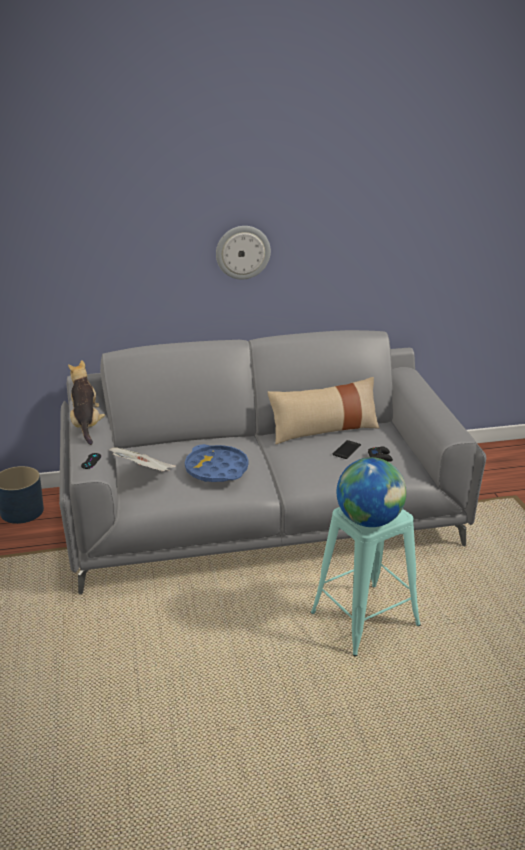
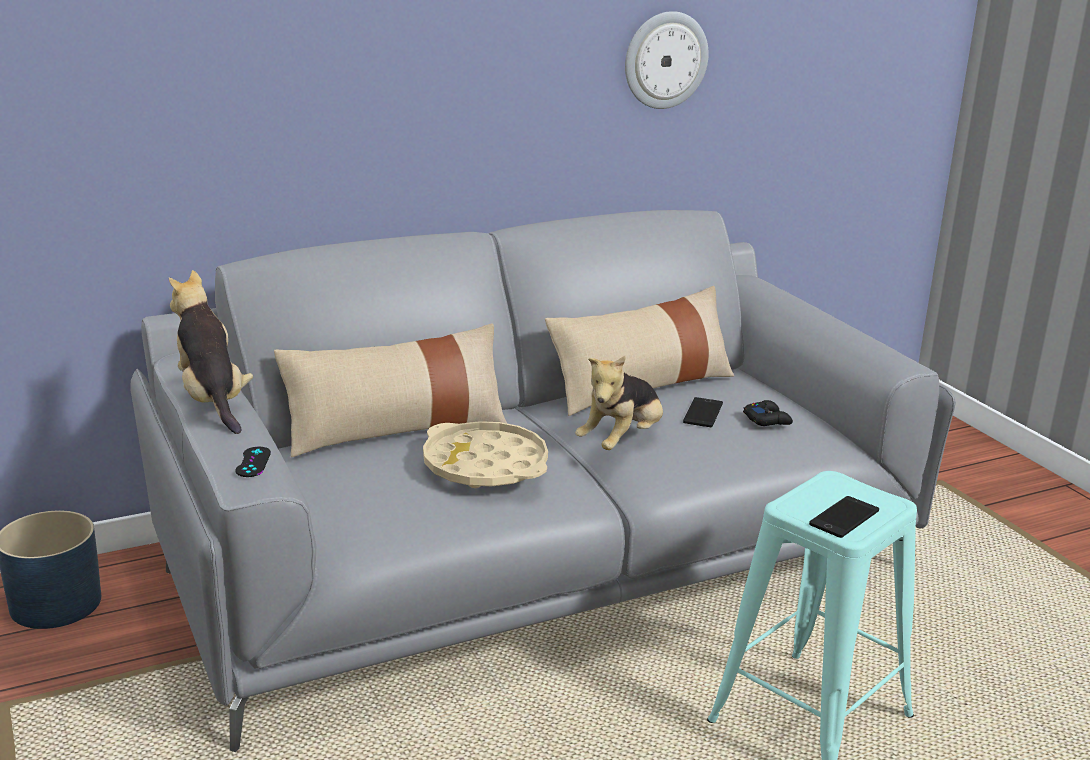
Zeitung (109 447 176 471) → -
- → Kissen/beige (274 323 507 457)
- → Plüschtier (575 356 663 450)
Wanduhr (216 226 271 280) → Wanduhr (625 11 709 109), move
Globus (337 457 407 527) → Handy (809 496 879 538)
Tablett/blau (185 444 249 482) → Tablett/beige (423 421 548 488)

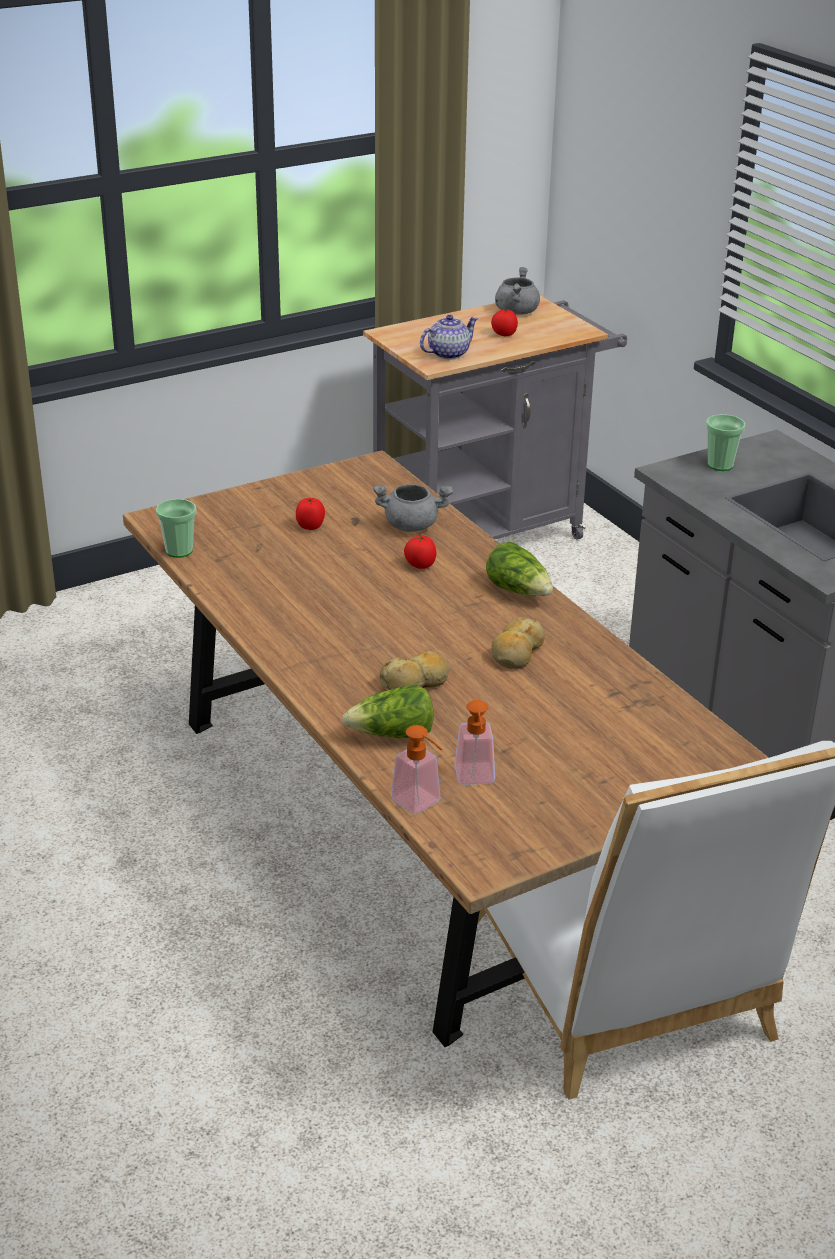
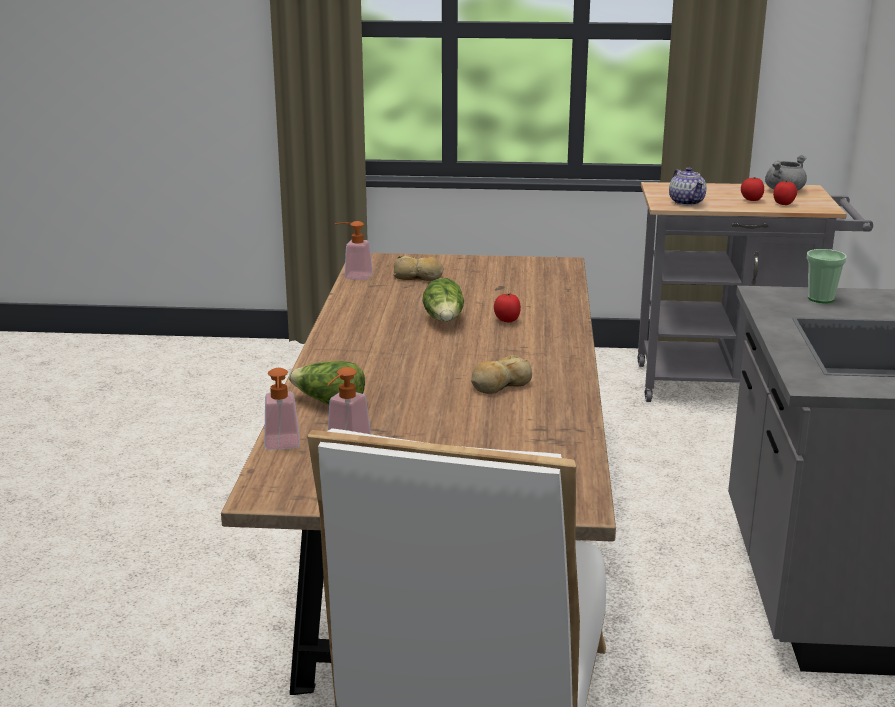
Kochtopf/grau (373 484 453 532) → -
Tomate (296 498 325 530) → Tomate (773 181 797 205), move
Brot (380 651 450 691) → Brot (393 256 444 281), move
Salatkopf (486 542 553 596) → Salatkopf (423 278 464 322), move
Tasse (156 499 197 558) → Seifenspender (334 221 373 280)
Teekanne (420 315 478 359) → Teekanne (669 167 706 206), 75 degrees clockwise

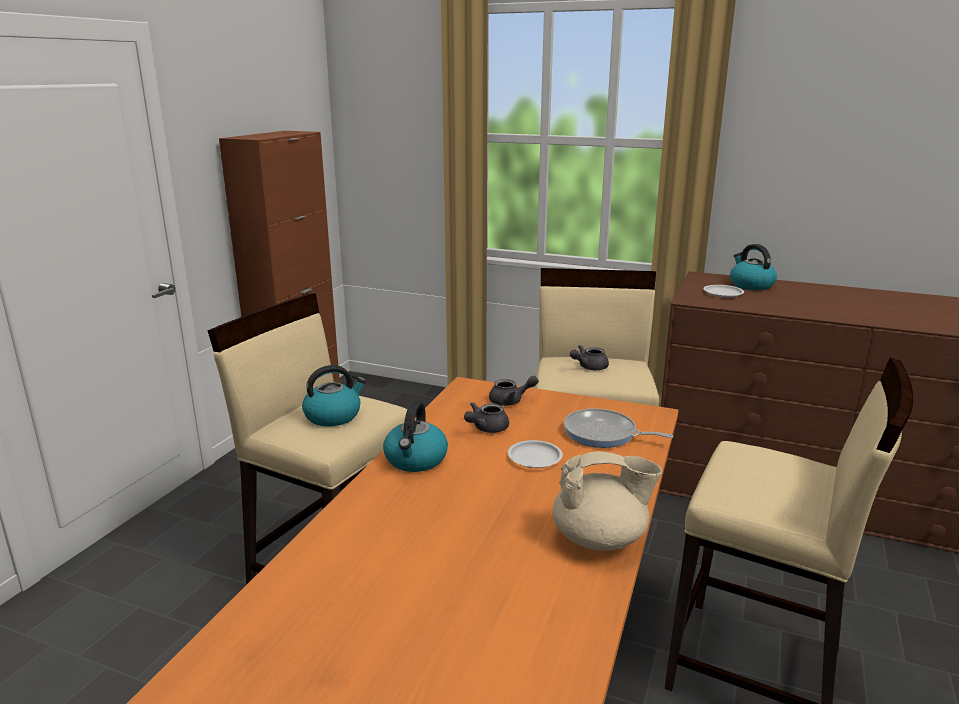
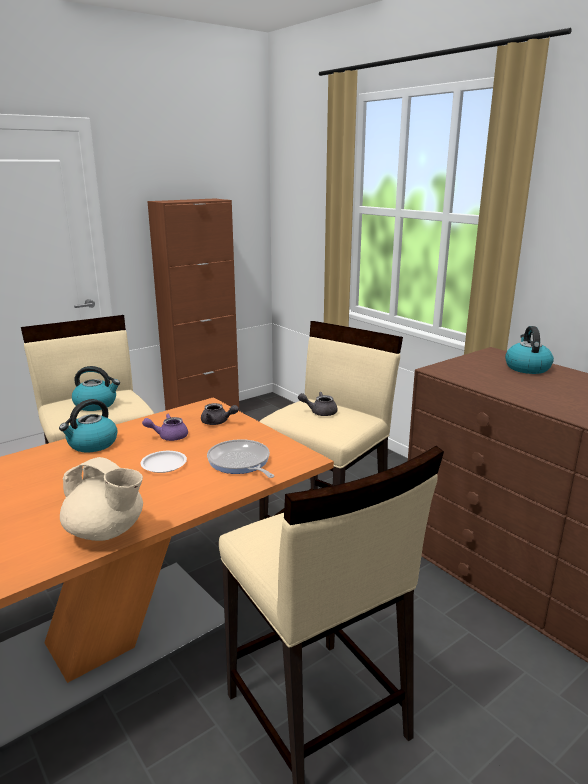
Teller/weiß (703 285 744 298) → -
Teekanne/grau (464 402 509 433) → Teekanne/lila (142 414 188 441)

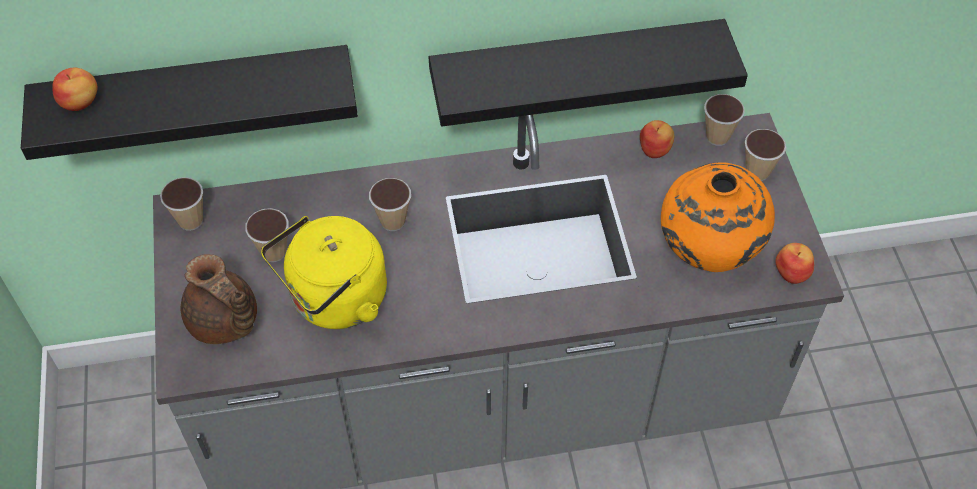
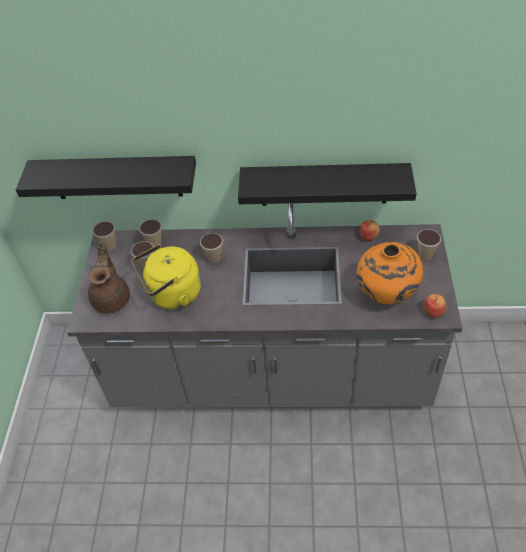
Apfel (52 68 97 111) → -
Tasse (704 94 745 146) → Tasse (139 219 162 247), move
Teekanne/braun (181 254 257 344) → Teekanne/braun (88 242 130 314), 150 degrees counterclockwise

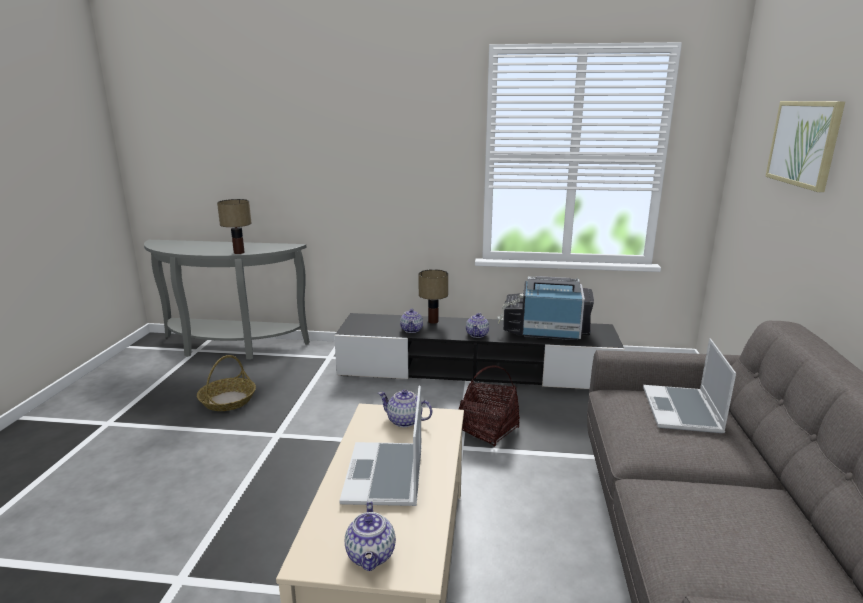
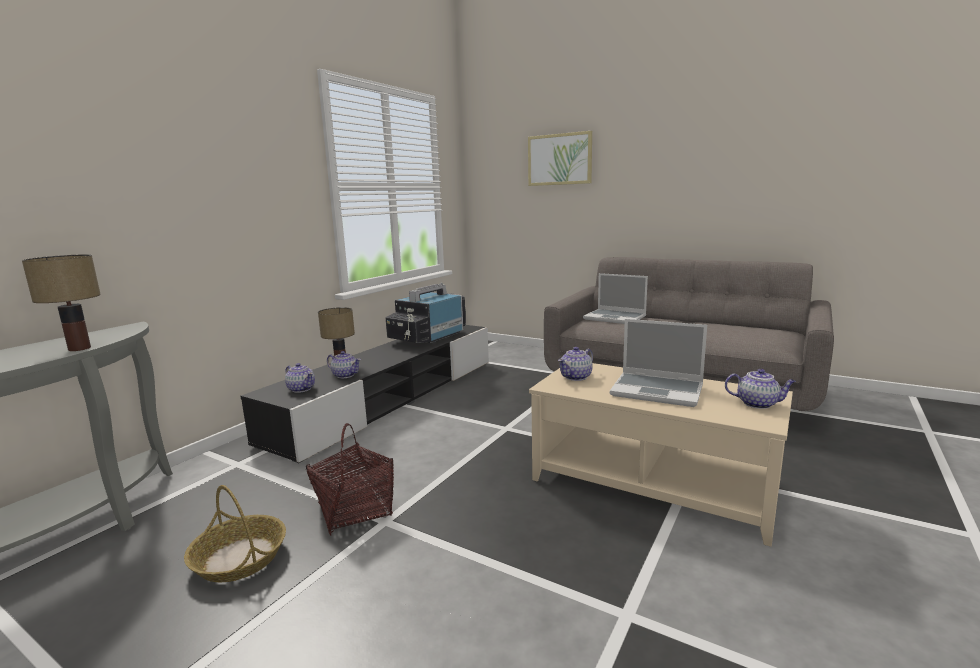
Korb (459 365 520 447) → Korb (306 423 394 535), move
Teekanne (466 313 489 338) → Teekanne (285 363 315 393), move

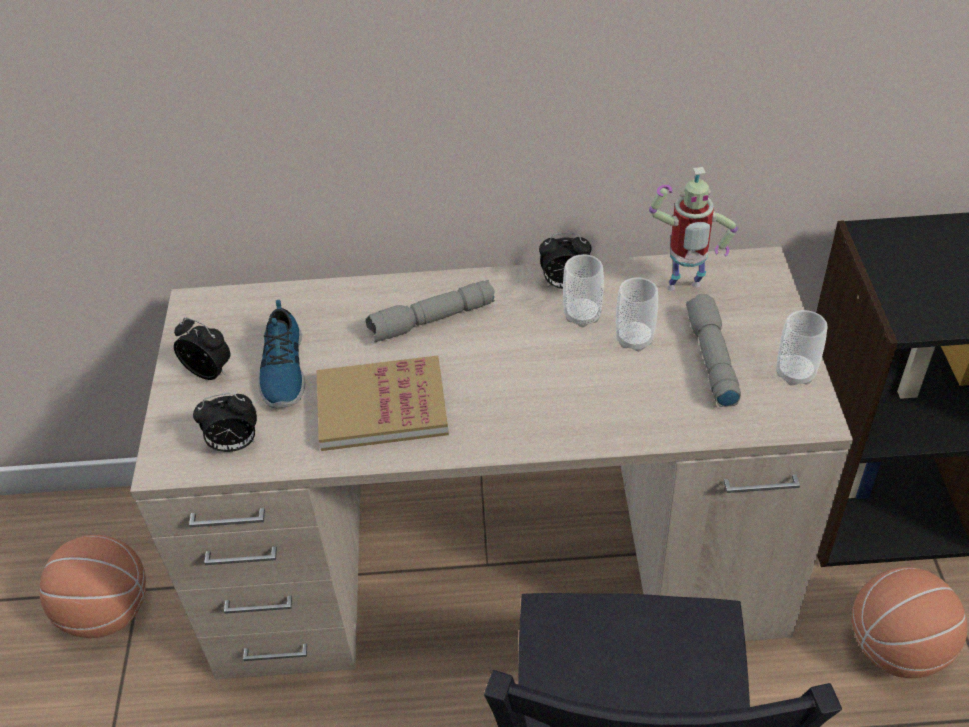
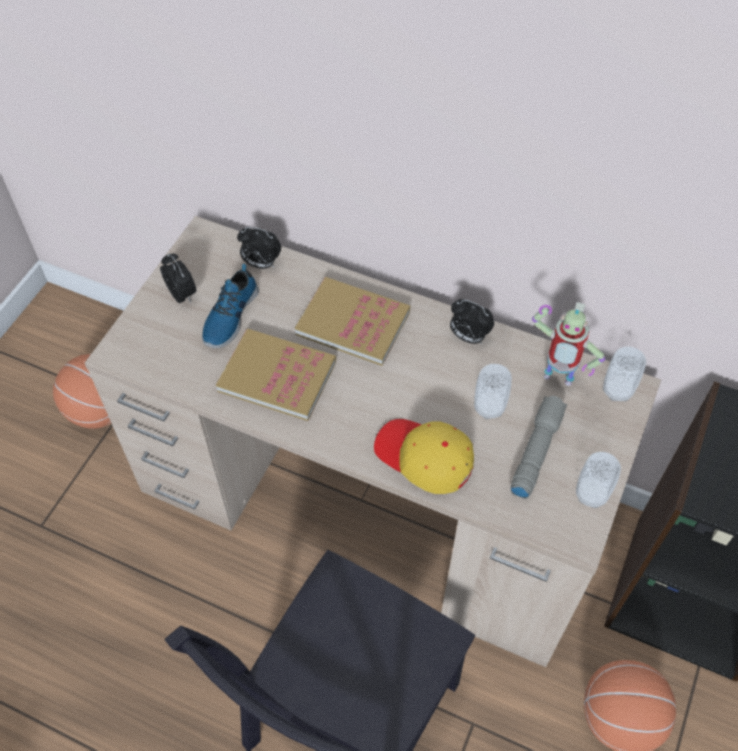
- → Kappe/gelb (374 419 474 494)
Wecker (193 393 257 452) → Wecker (237 227 281 269), move
Tasse (563 254 604 327) → Tasse (603 346 646 401), move
Taschenlampe/grau (365 280 495 342) → Buch (295 277 410 366)

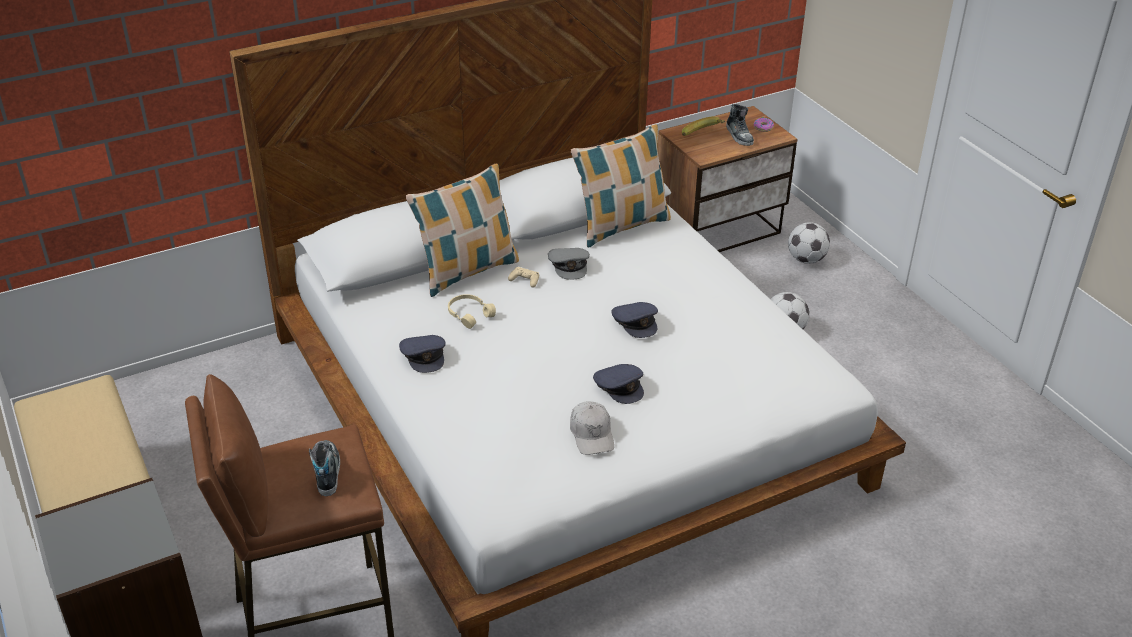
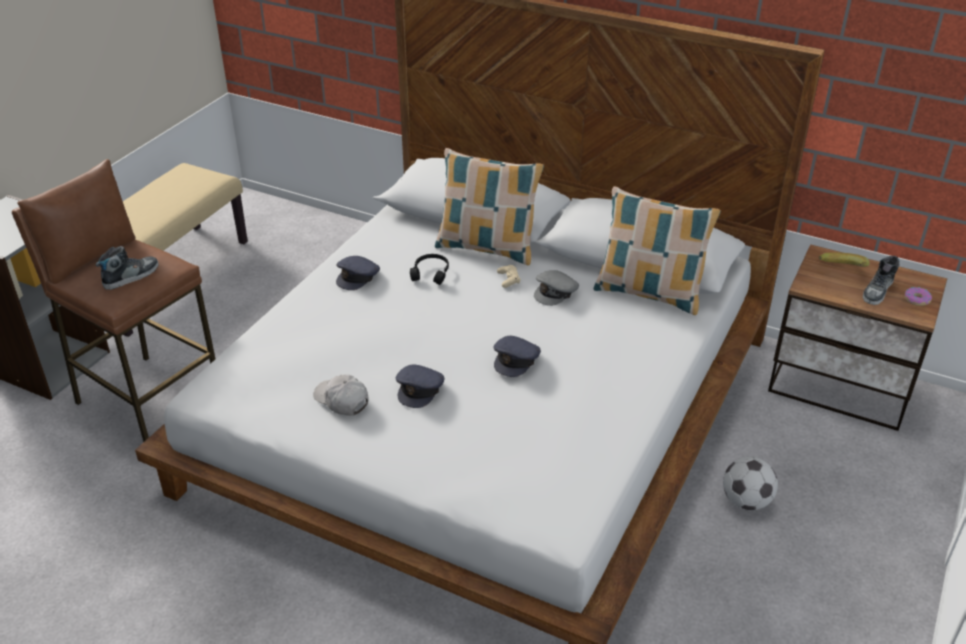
Fußball (788 222 830 264) → -
Kopfhörer/beige (448 294 496 329) → Kopfhörer/schwarz (410 254 449 285)
Kappe/weiß (570 401 614 455) → Kappe/weiß (313 375 369 416), 90 degrees clockwise

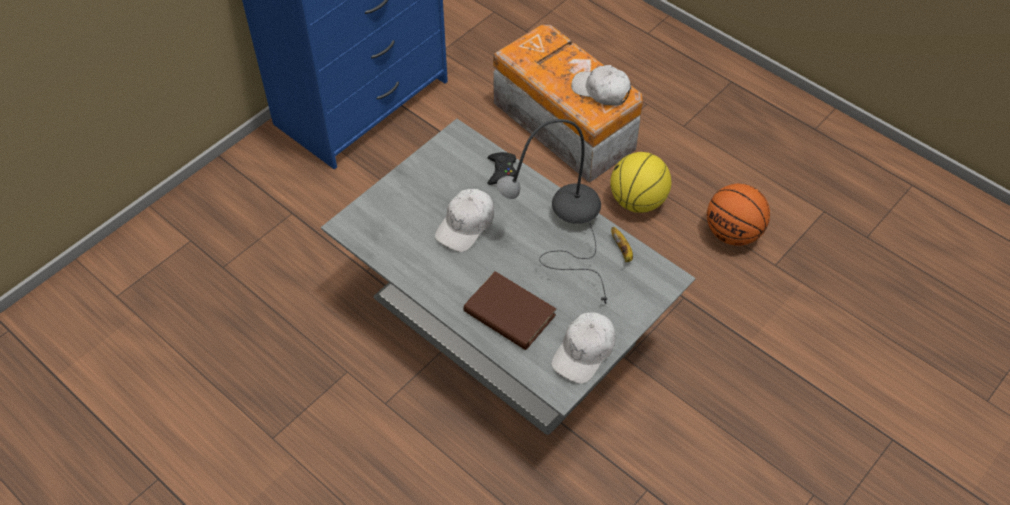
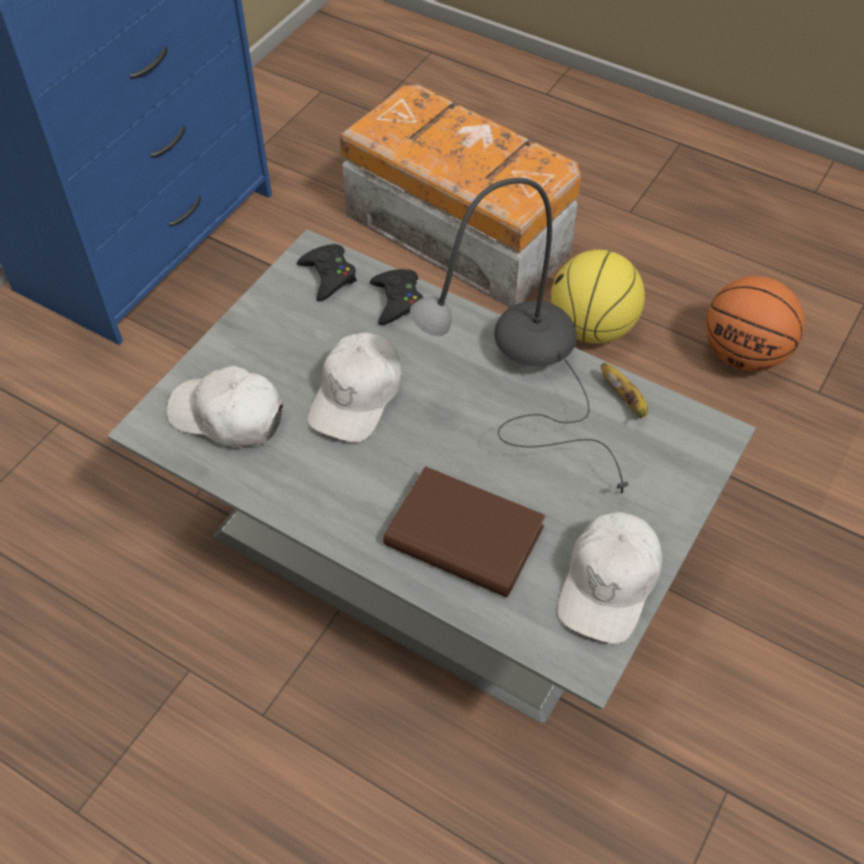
- → Gamepad/schwarz (297 244 357 302)
Kappe/weiß (571 65 631 106) → Kappe/weiß (167 366 283 447), move

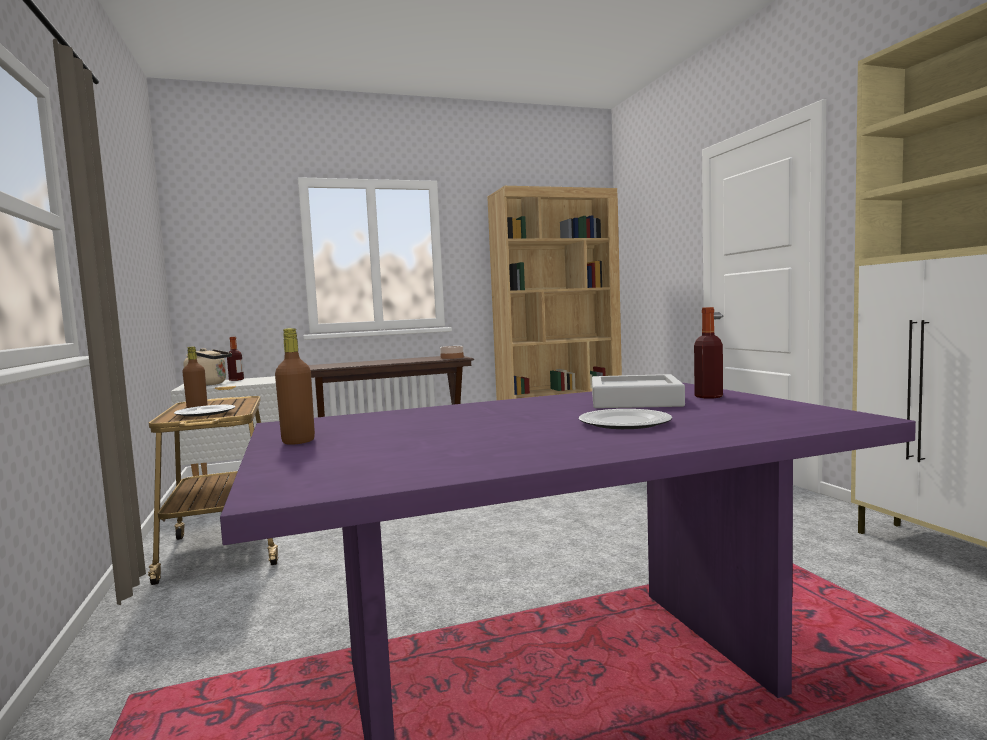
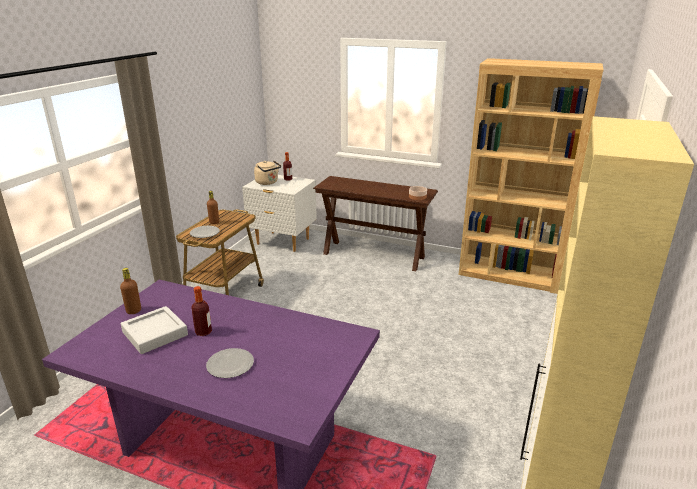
Tablett/grau (592 374 685 408) → Tablett/grau (121 306 188 354), move
Flasche (694 307 723 398) → Flasche (191 286 212 336), move

